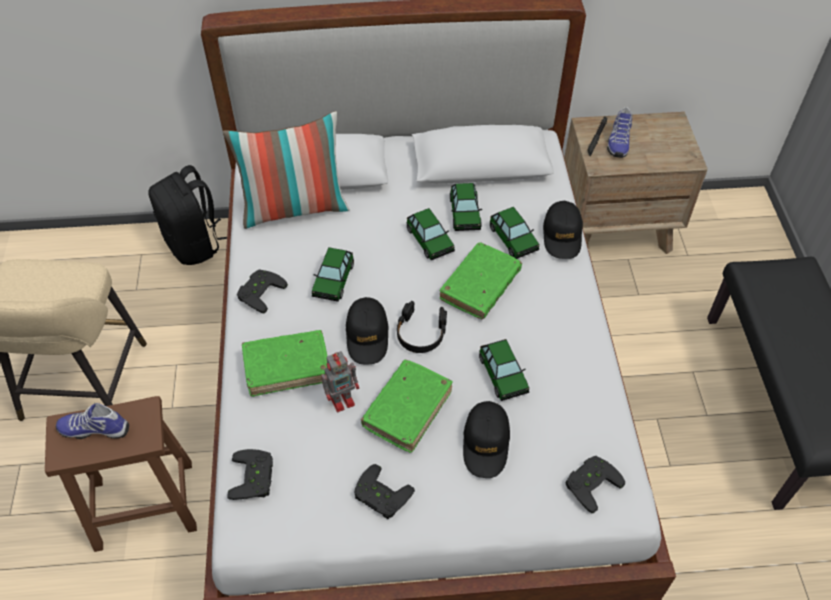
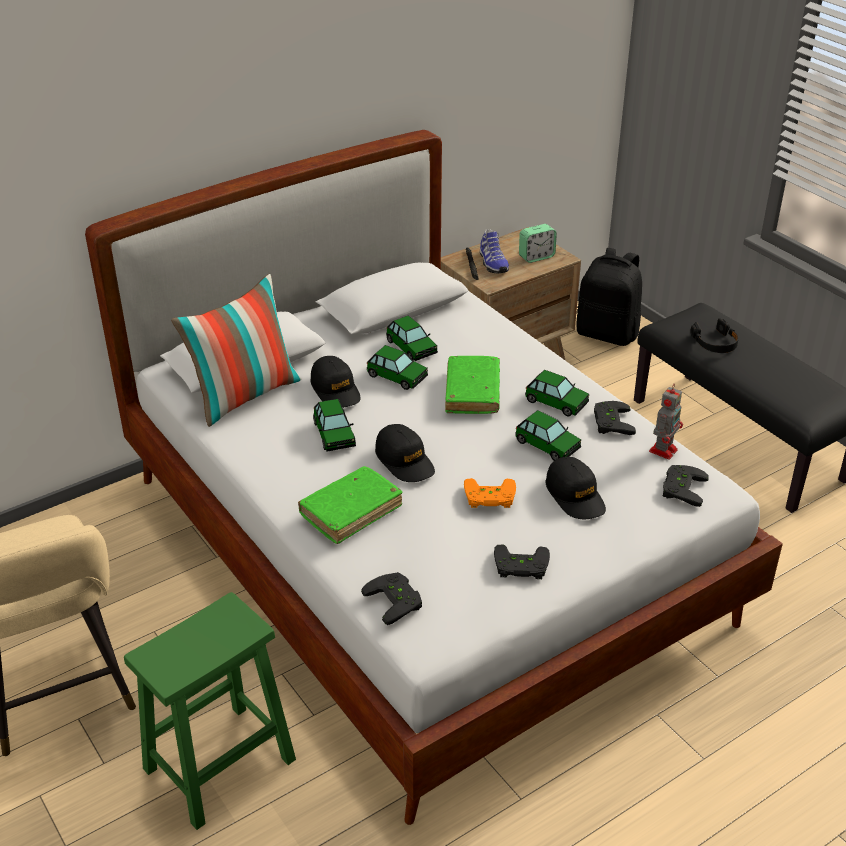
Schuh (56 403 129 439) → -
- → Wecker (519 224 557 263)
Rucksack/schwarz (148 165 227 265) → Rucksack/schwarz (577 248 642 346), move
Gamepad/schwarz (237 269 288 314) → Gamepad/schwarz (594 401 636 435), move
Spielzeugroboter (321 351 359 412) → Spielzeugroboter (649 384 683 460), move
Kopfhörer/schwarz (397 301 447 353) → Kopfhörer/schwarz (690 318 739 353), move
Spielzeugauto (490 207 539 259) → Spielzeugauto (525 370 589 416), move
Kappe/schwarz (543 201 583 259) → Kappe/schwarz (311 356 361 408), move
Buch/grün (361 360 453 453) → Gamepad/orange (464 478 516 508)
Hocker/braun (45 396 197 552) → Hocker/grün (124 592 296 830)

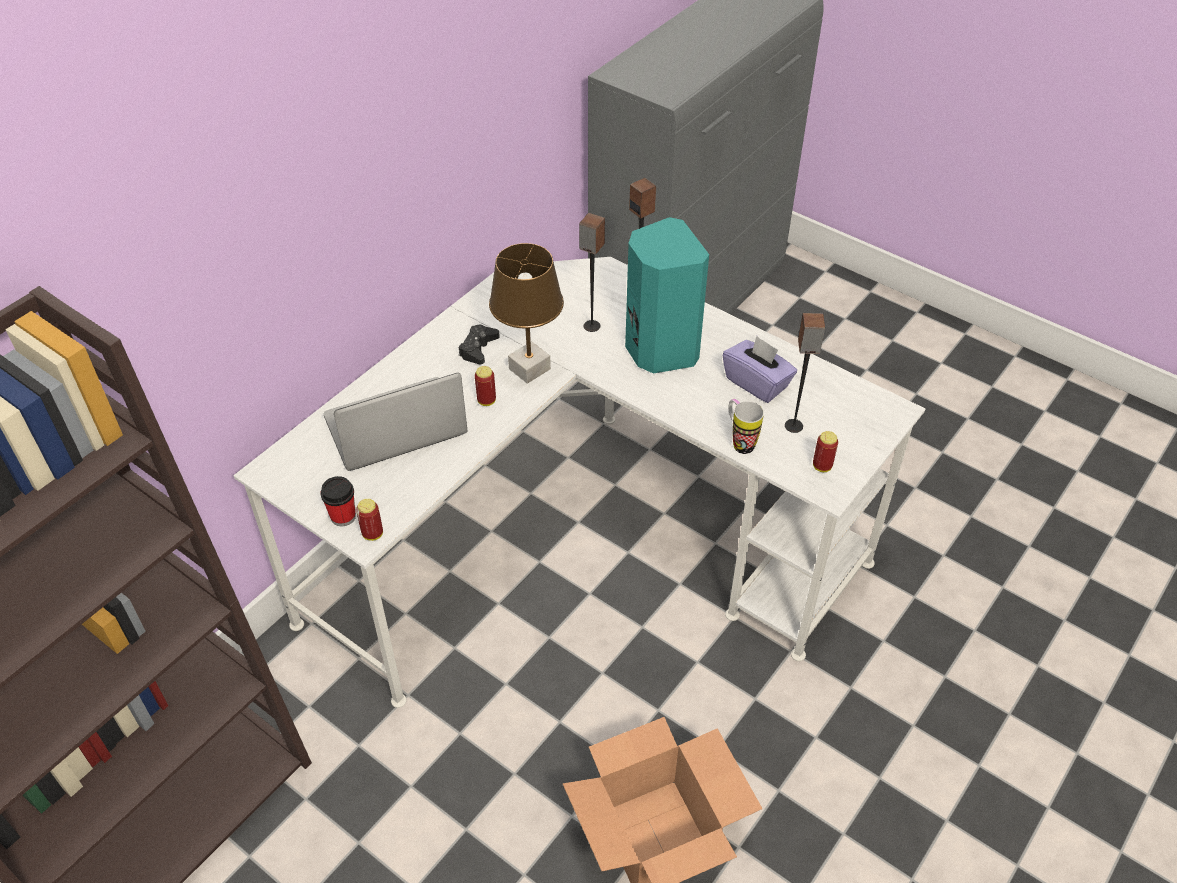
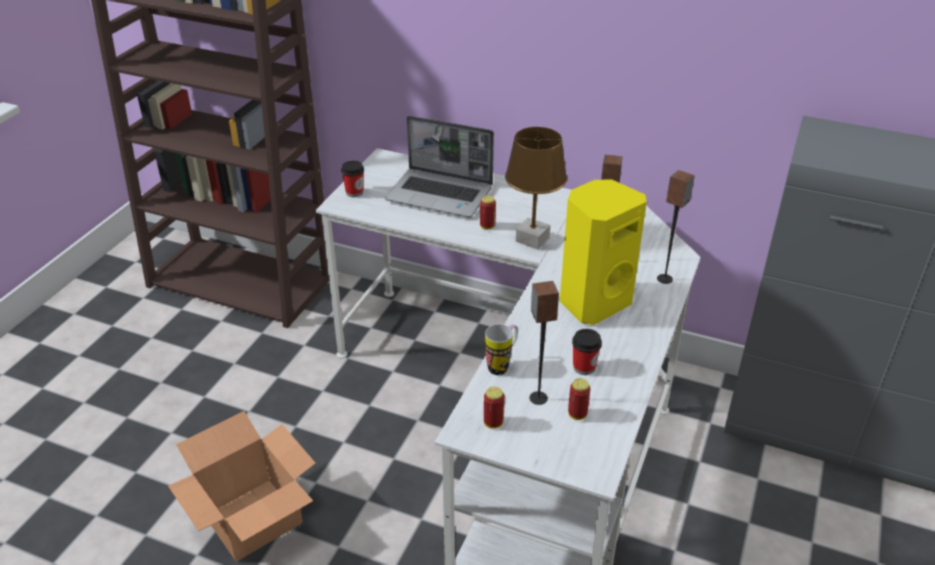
Gamepad/schwarz (459 325 500 365) → -
Dose (356 499 383 541) → Dose (568 378 590 420), move
Taschentuchbox/lila (722 336 797 403) → Tasse (572 329 602 375)
Lautsprecher/türkis (625 217 709 374) → Lautsprecher/gelb (560 179 647 325)
Laptop (324 373 468 471) → Laptop (385 116 494 217), 150 degrees clockwise

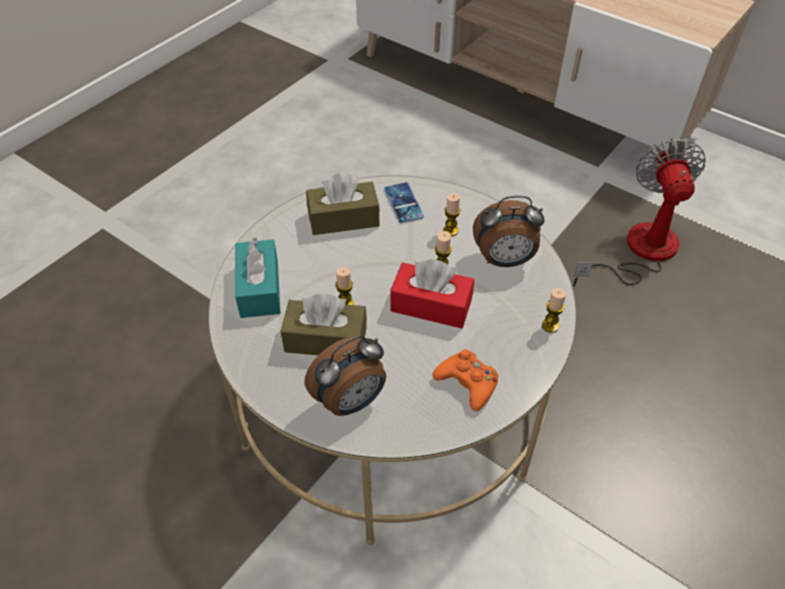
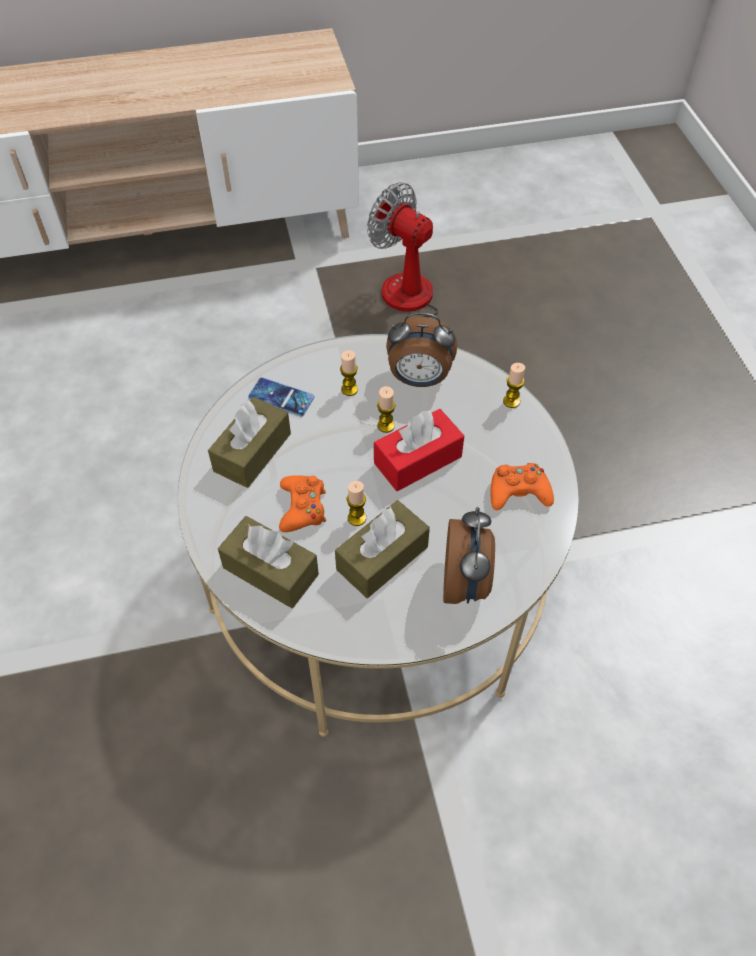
- → Gamepad/orange (279 475 326 532)
Taschentuchbox/türkis (235 238 280 318) → Taschentuchbox/braun (218 516 319 608)
Wecker (473 196 544 267) → Wecker (386 313 457 387), 60 degrees clockwise

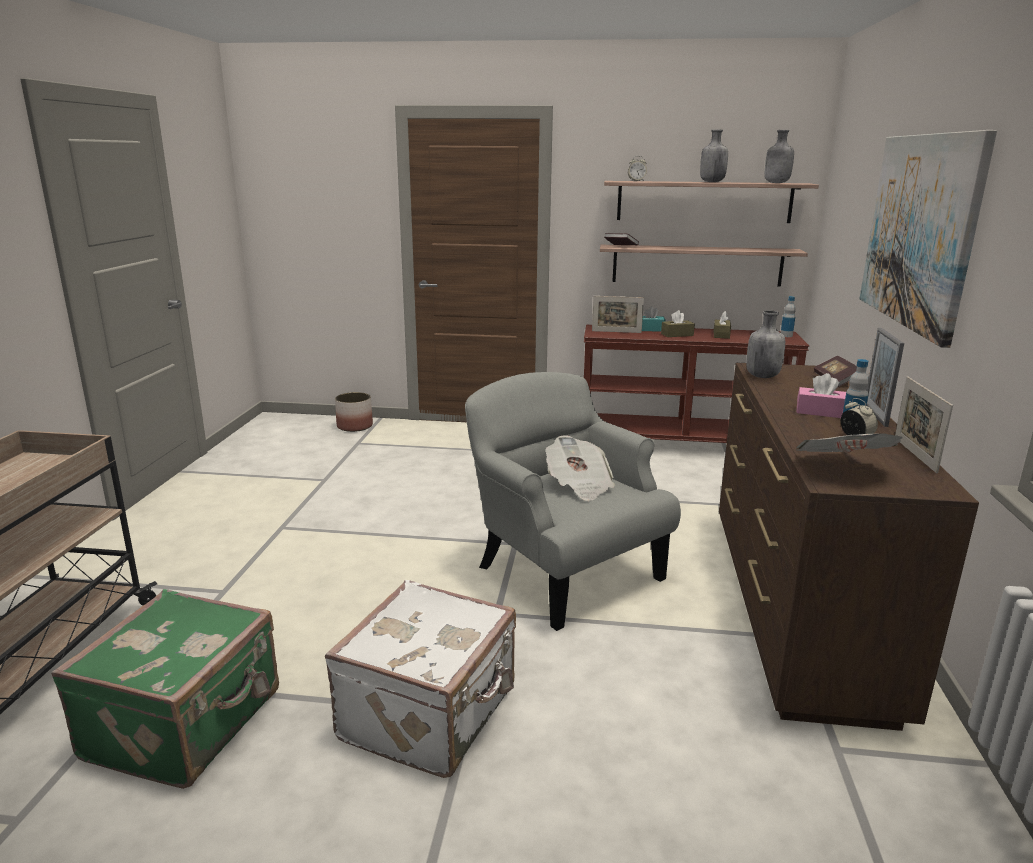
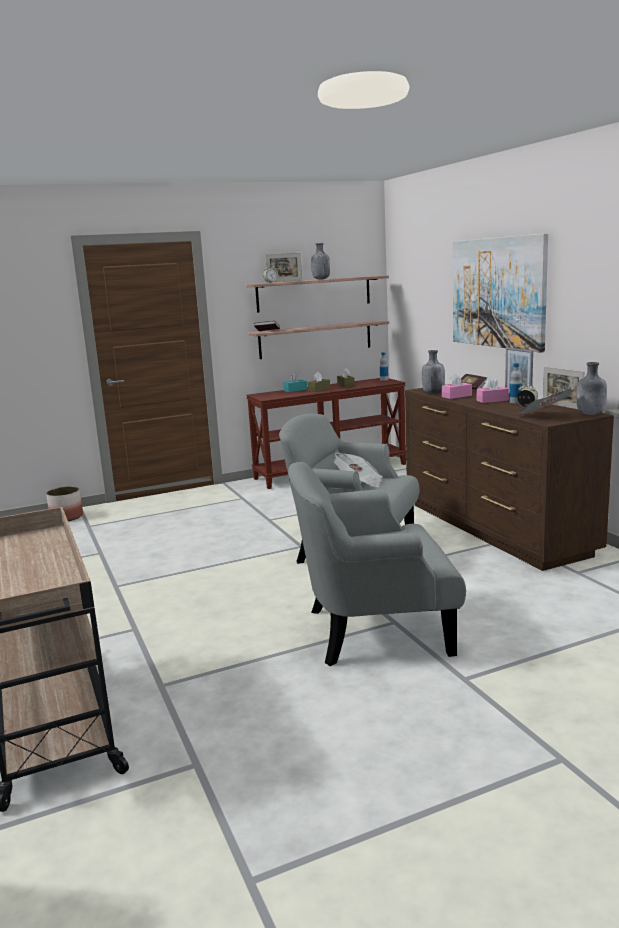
Koffer/grün (51 589 279 789) → -
- → Taschentuchbox/rosa (442 373 472 399)
Bilderrahmen (592 296 644 333) → Bilderrahmen (265 253 302 283), move
Flasche/grau (765 130 794 183) → Flasche/grau (577 362 607 415), move
Koffer/weiß (325 580 516 778) → Sessel/grau (288 462 466 666)

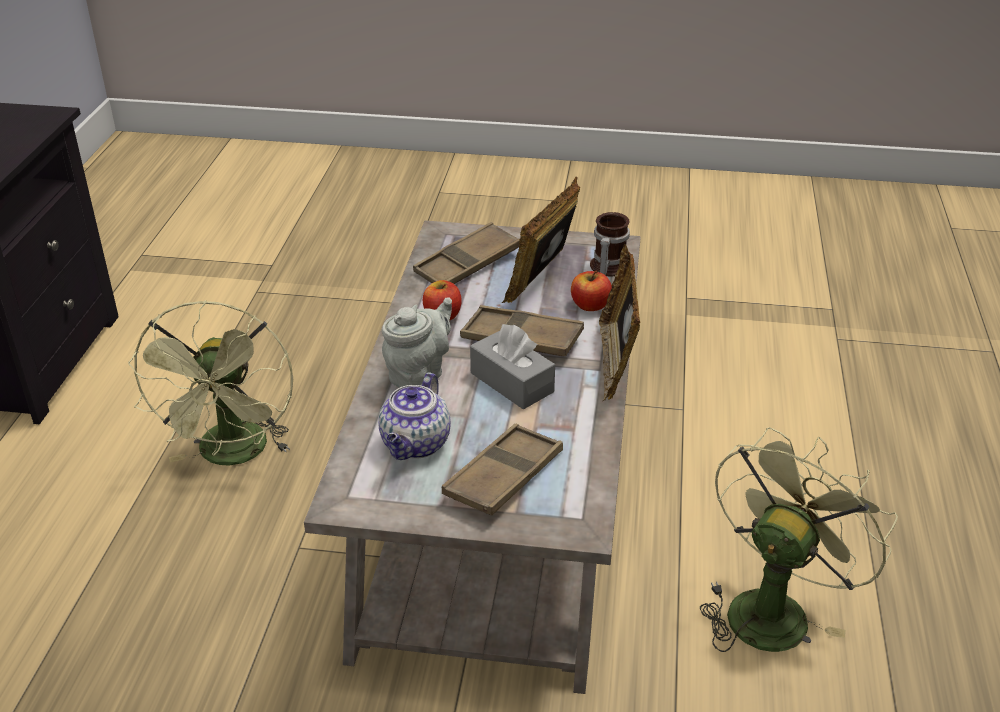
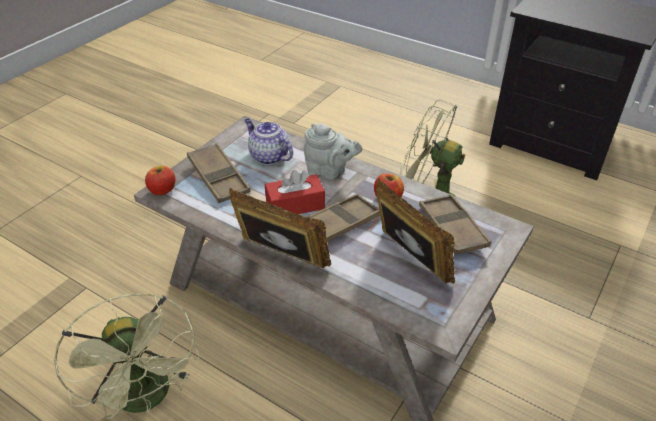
Henkelbecher (590 212 630 277) → -
Apfel (571 270 612 311) → Apfel (145 166 176 195), move
Taschentuchbox/grau (470 324 555 409) → Taschentuchbox/rot (265 170 325 214)
Teekanne/grau (382 298 452 388) → Teekanne/grau (304 123 362 180), 45 degrees counterclockwise

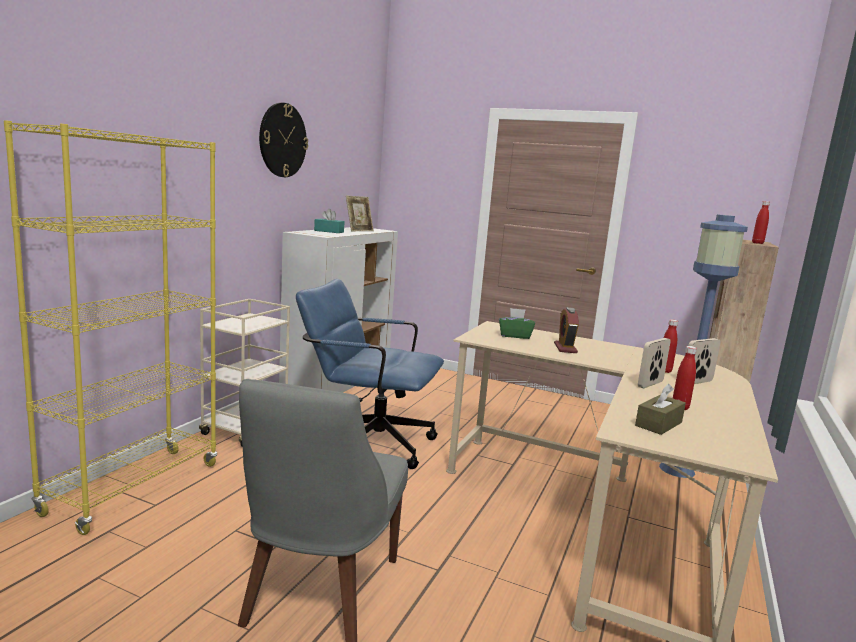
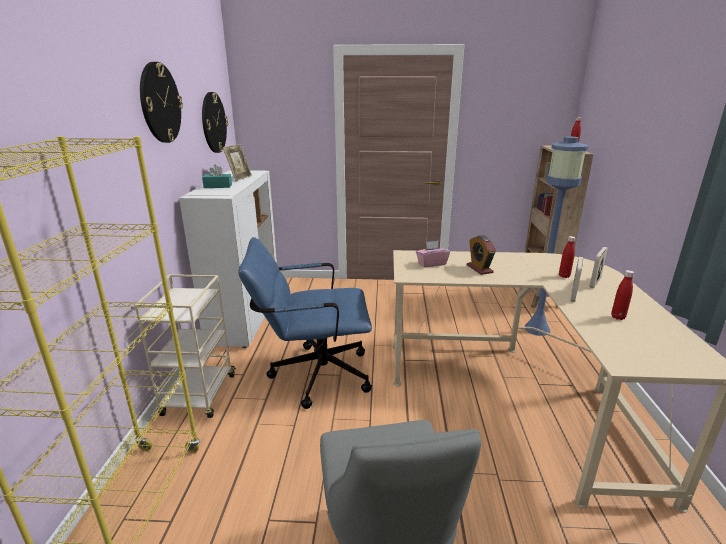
Taschentuchbox/braun (635 384 686 435) → -
- → Wanduhr (202 92 228 153)
Taschentuchbox/grün (499 308 535 339) → Taschentuchbox/rosa (416 241 450 267)

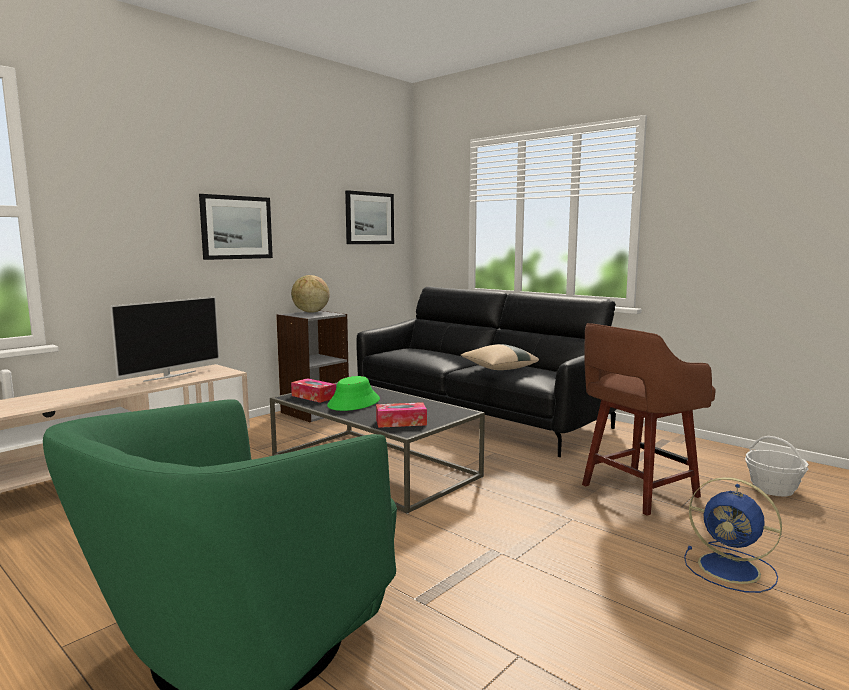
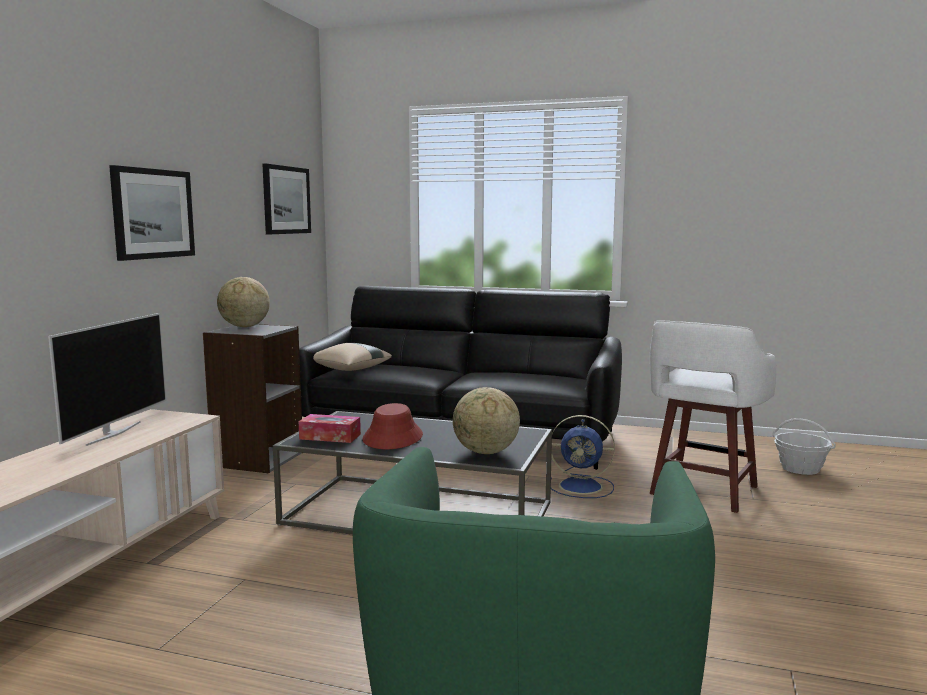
Kissen/beige (461 344 539 370) → Kissen/beige (313 343 392 371), move
Ventilator/blau (684 477 782 593) → Ventilator/blau (551 415 615 498), move
Taschentuchbox (376 402 427 428) → Globus (453 387 520 454)
Hut/grün (327 376 380 411) → Hut/rot (362 403 423 449)
Hocker/braun (582 323 716 516) → Hocker/weiß (650 321 776 513)

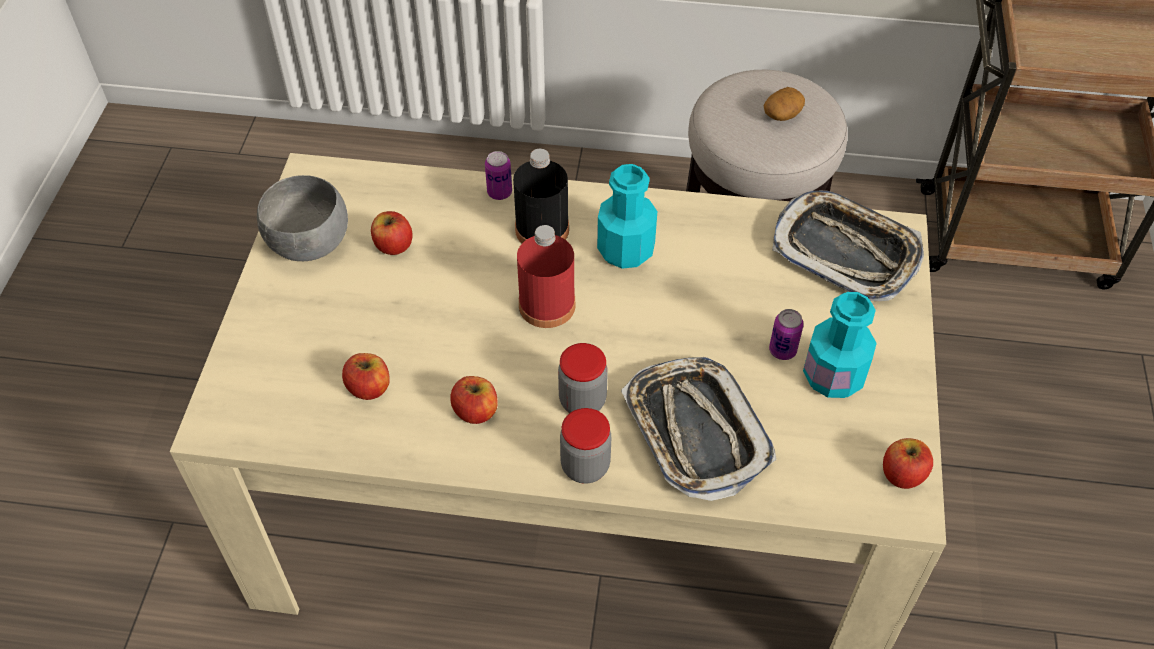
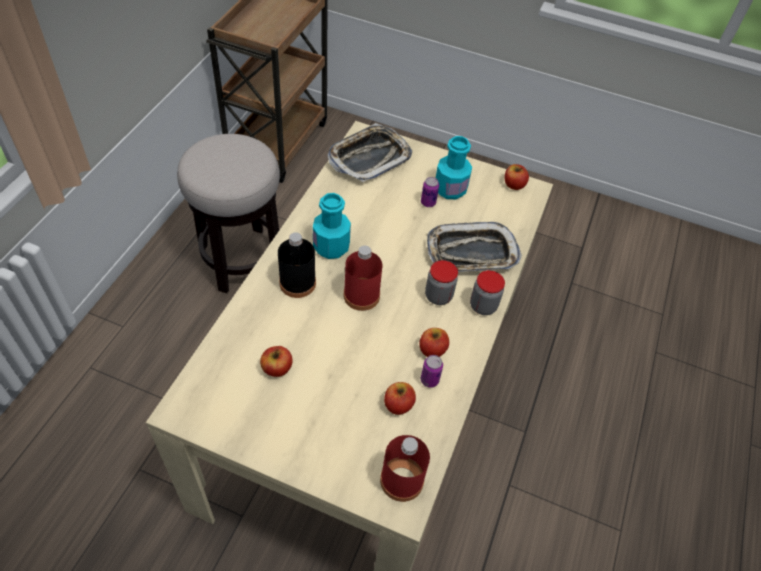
Schüssel/grau (257 175 348 261) → -
Kartoffel (764 87 805 121) → -
- → Flasche/rot (380 435 430 502)
Dose (485 151 512 200) → Dose (421 355 443 388), move

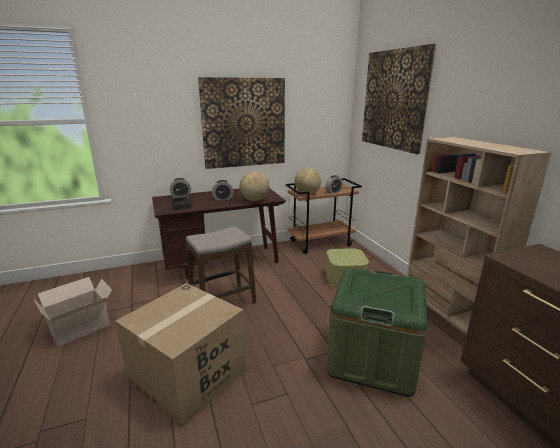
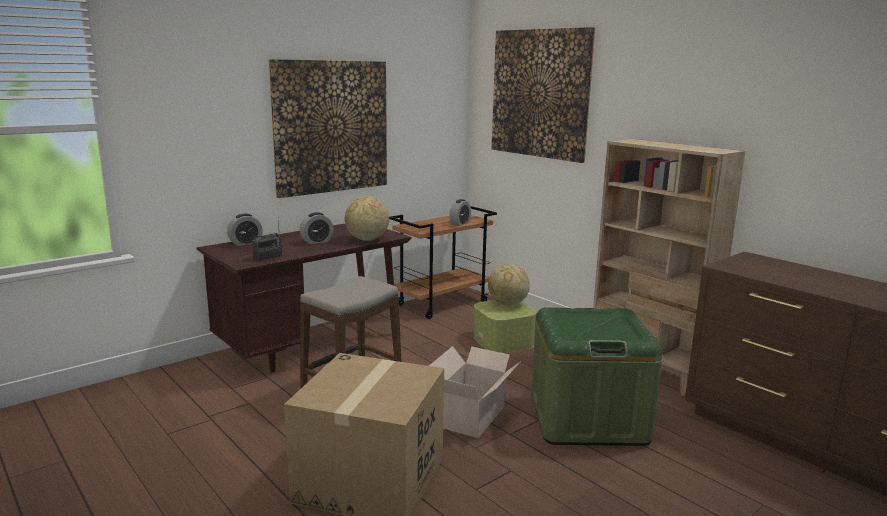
Karton (34 277 112 346) → Karton (429 346 521 438), move
Globus (295 168 321 194) → Globus (488 264 530 306), move

